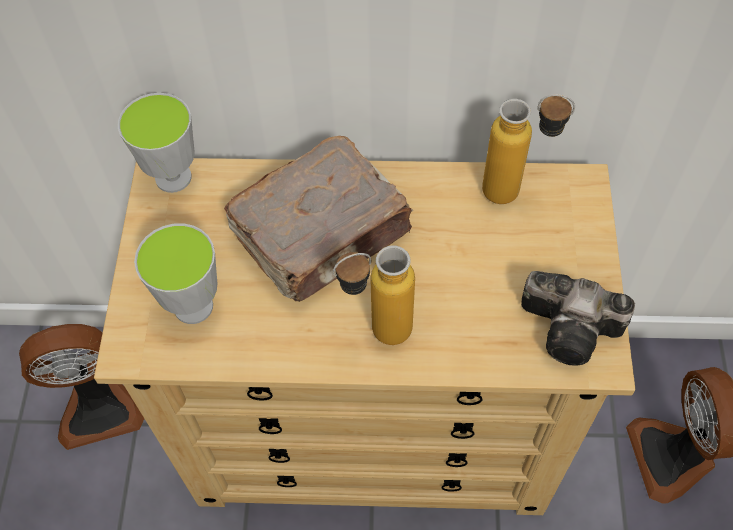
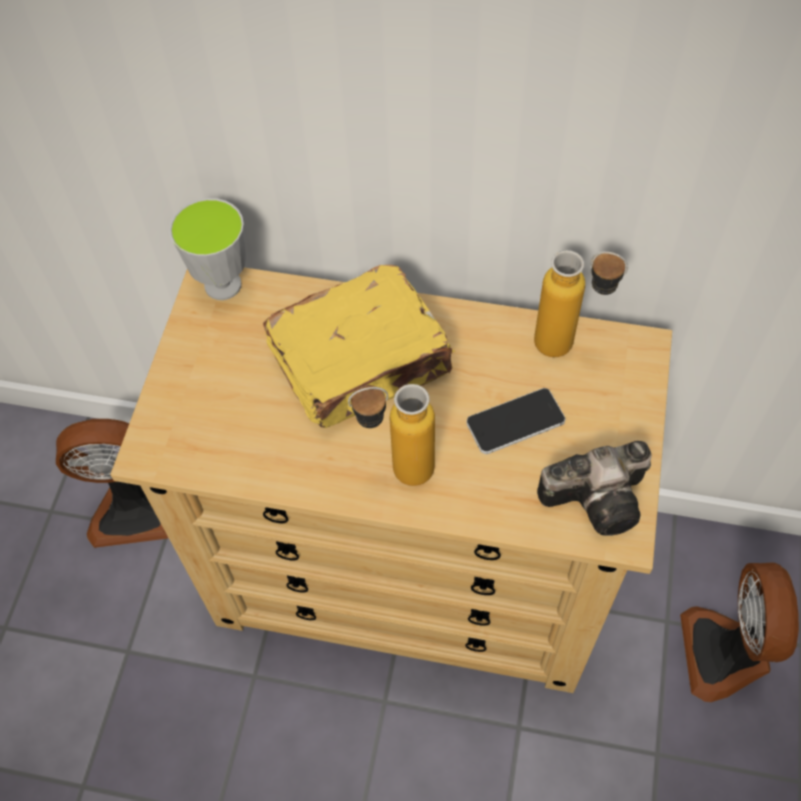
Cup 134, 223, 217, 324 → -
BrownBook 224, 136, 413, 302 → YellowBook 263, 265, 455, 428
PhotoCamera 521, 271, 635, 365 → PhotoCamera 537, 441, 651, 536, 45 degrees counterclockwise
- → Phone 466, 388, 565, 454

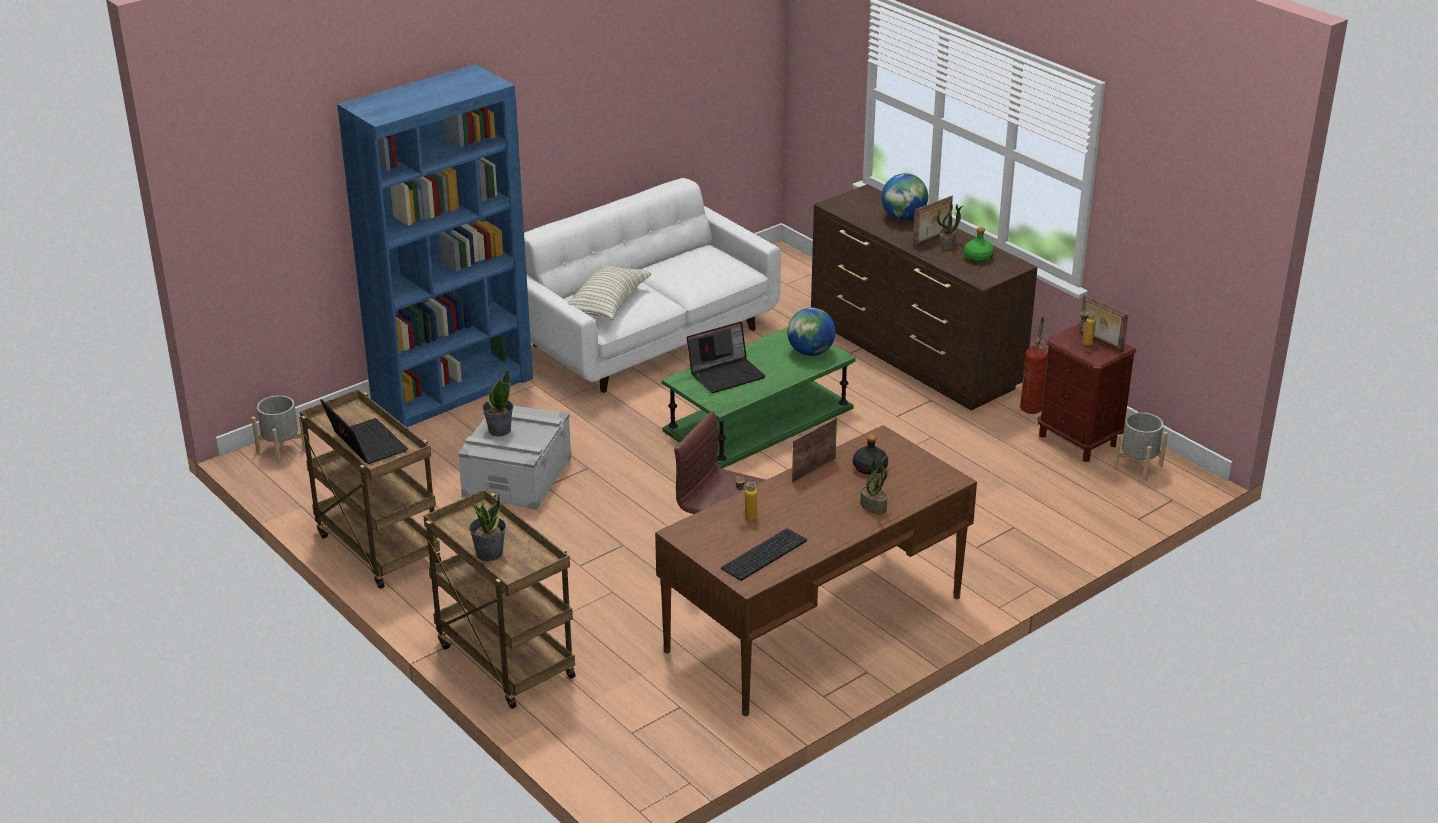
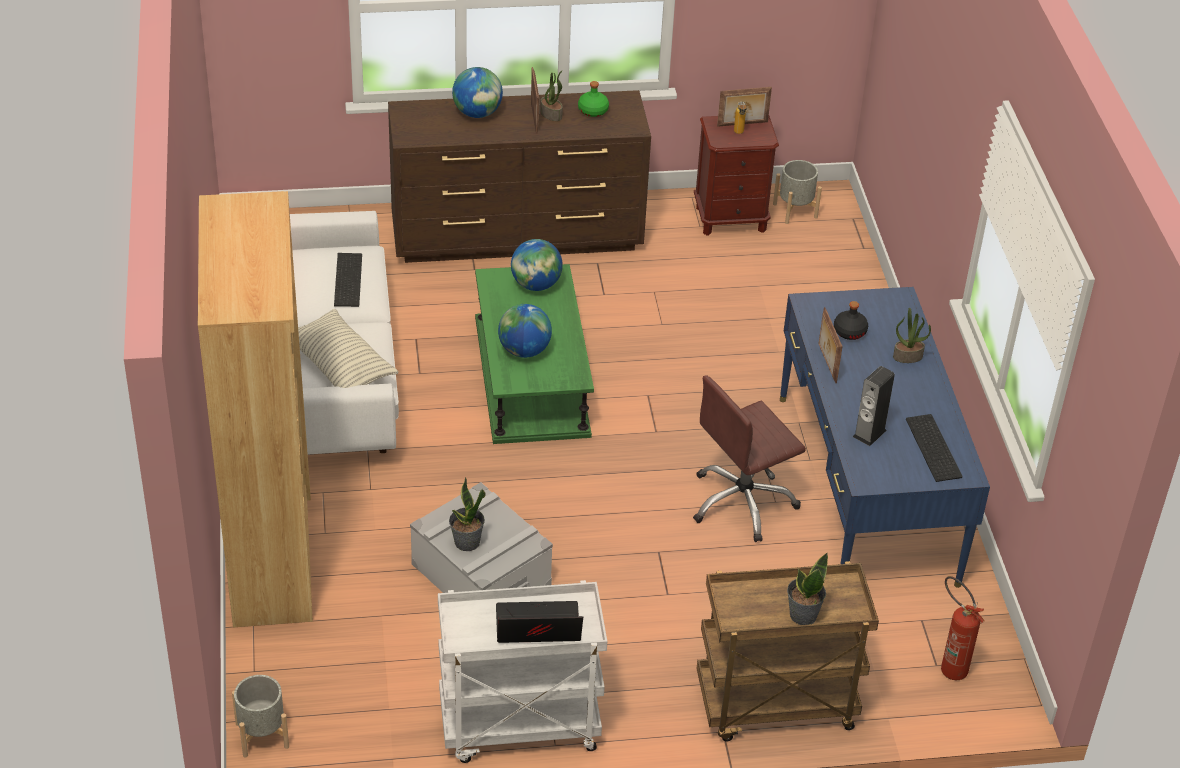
BrownCart 300, 389, 441, 589 → WhiteCart 438, 580, 607, 763
BlueBookcase 337, 64, 533, 427 → BrownBookcase 198, 191, 313, 628
BrownDesk 655, 425, 977, 716 → BlueDesk 780, 287, 990, 588
Laptop 687, 322, 766, 393 → Globe 498, 304, 552, 358
Bottle 735, 476, 757, 521 → Speaker 853, 366, 895, 446
FireExtinguisher 1020, 317, 1048, 414 → FireExtinguisher 941, 576, 985, 680, shifted
- → Keyboard 334, 253, 362, 307

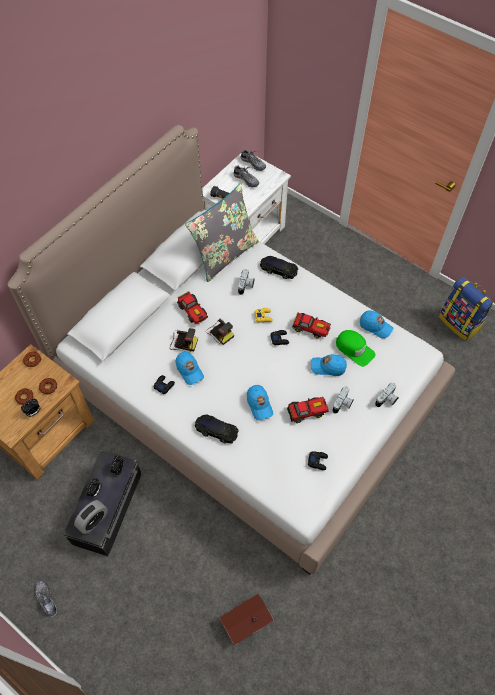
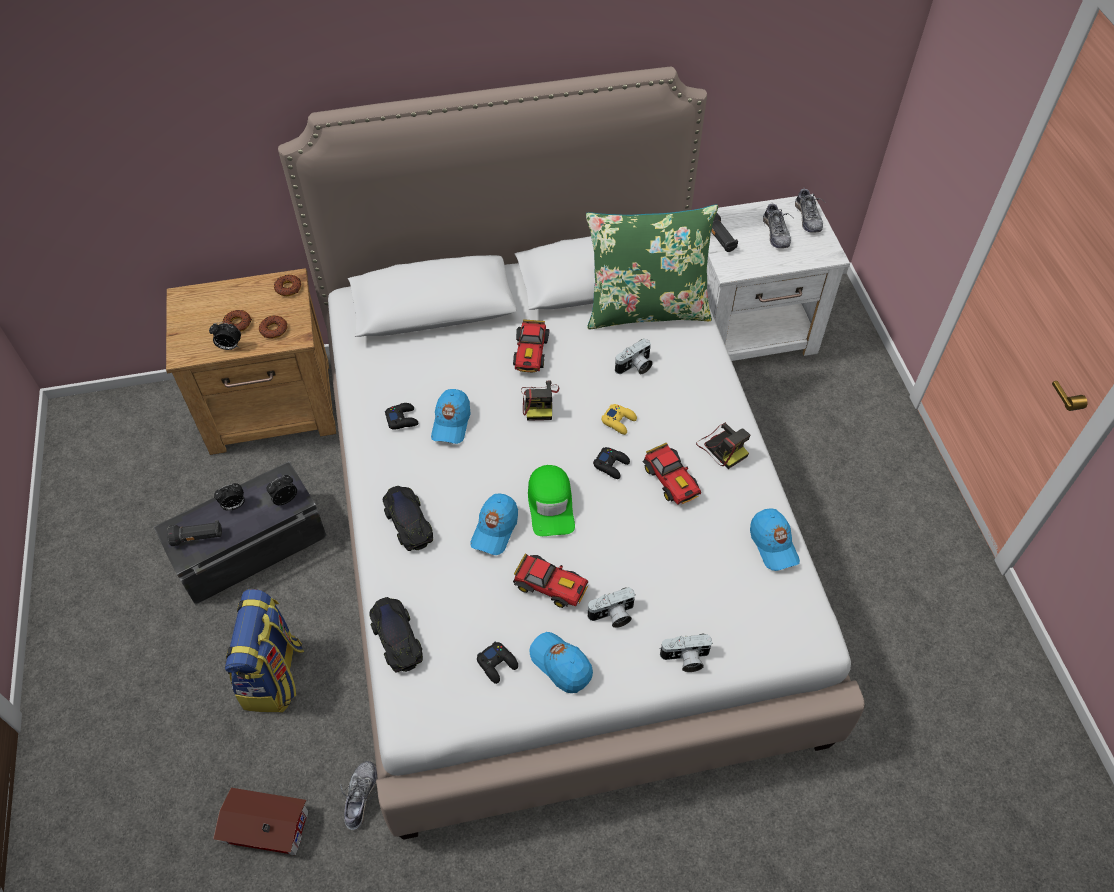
Shoe 33, 580, 58, 617 → Shoe 340, 761, 377, 830, shifted
AlarmClock 74, 500, 108, 534 → BlackFlashlight 167, 520, 222, 546
PhotoCamera 170, 328, 198, 352 → PhotoCamera 696, 422, 750, 469, shifted
GreyPillow 185, 183, 259, 282 → GreenPillow 586, 205, 718, 329
BlackToyCar 260, 256, 298, 279 → BlackToyCar 369, 597, 423, 673, shifted
BlueCap 311, 354, 347, 376 → BlueCap 530, 632, 593, 693, shifted
GreenCap 336, 330, 376, 367 → GreenCap 528, 465, 575, 536, shifted
Backpack 439, 277, 493, 341 → Backpack 225, 589, 305, 713, shifted

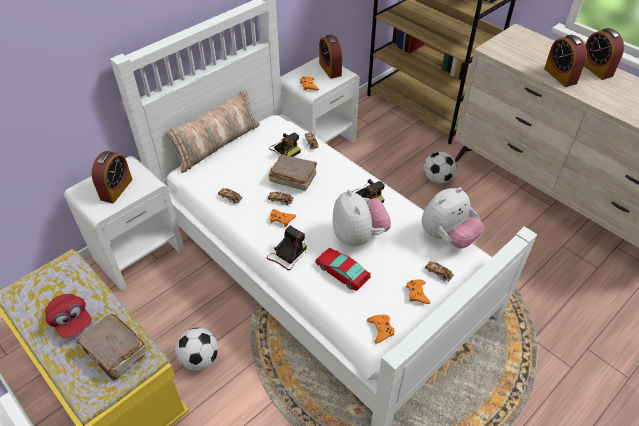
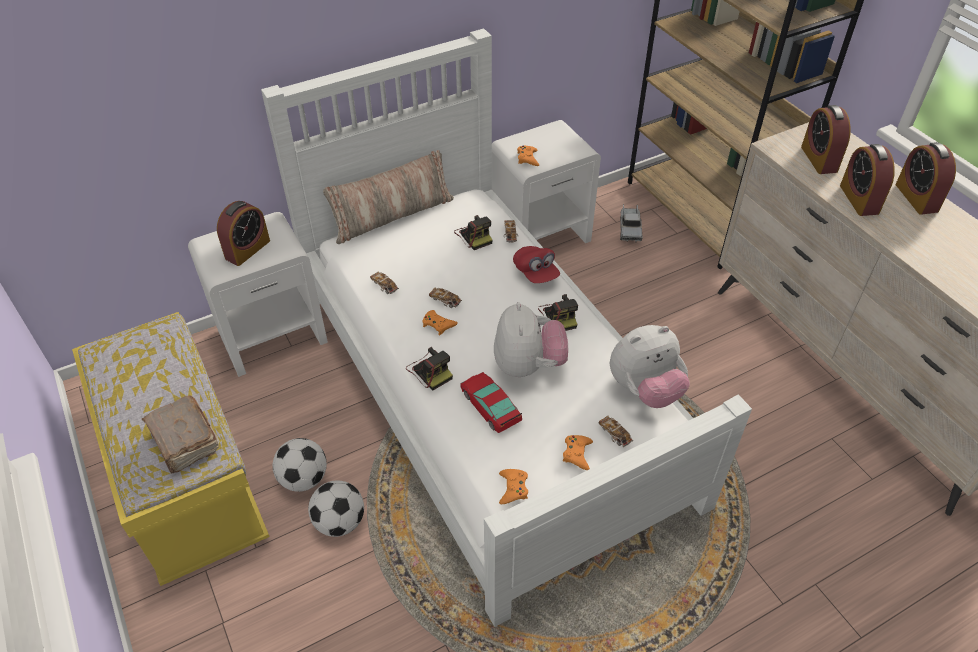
RedCap 45, 294, 92, 338 → RedCap 513, 246, 560, 283, shifted
PhotoCamera 267, 226, 307, 270 → PhotoCamera 406, 347, 453, 390, 90 degrees clockwise
BrownBook 269, 154, 317, 191 → -
AlarmClock 319, 35, 342, 79 → AlarmClock 801, 105, 851, 174, shifted
Football 424, 151, 456, 184 → Football 308, 481, 364, 537, shifted
- → ToyTruck 620, 204, 643, 242

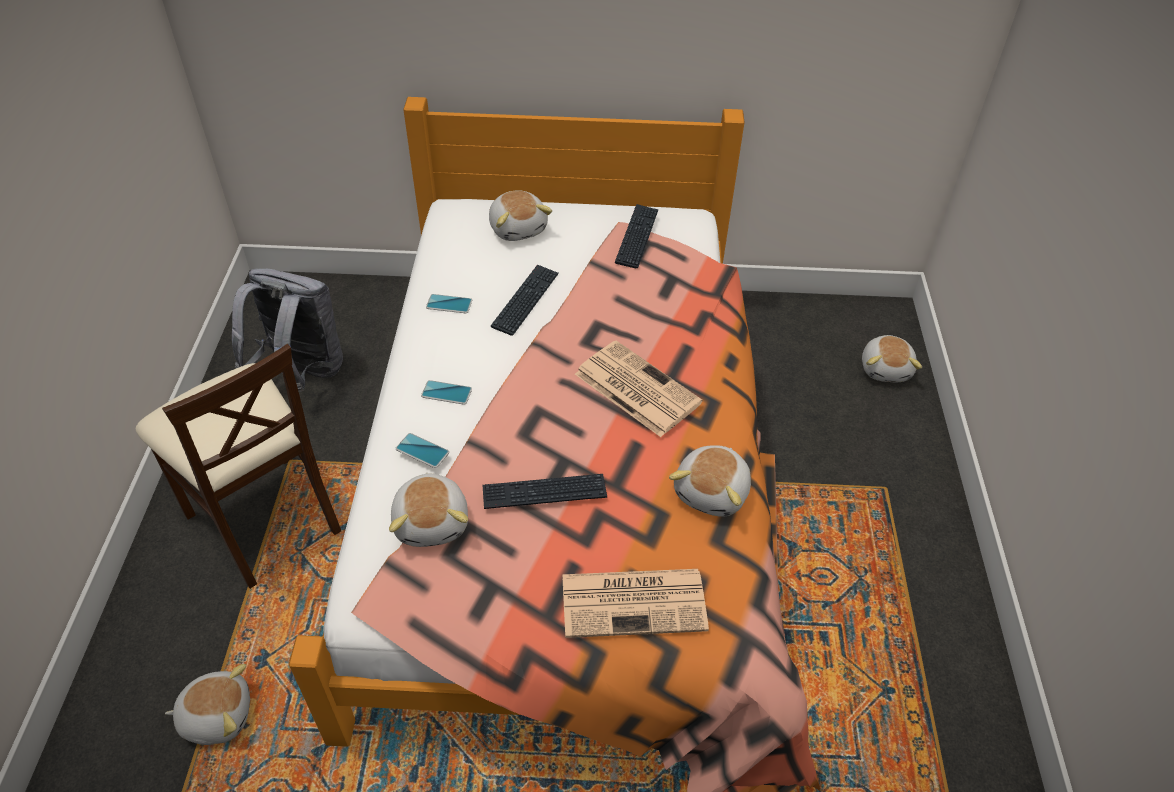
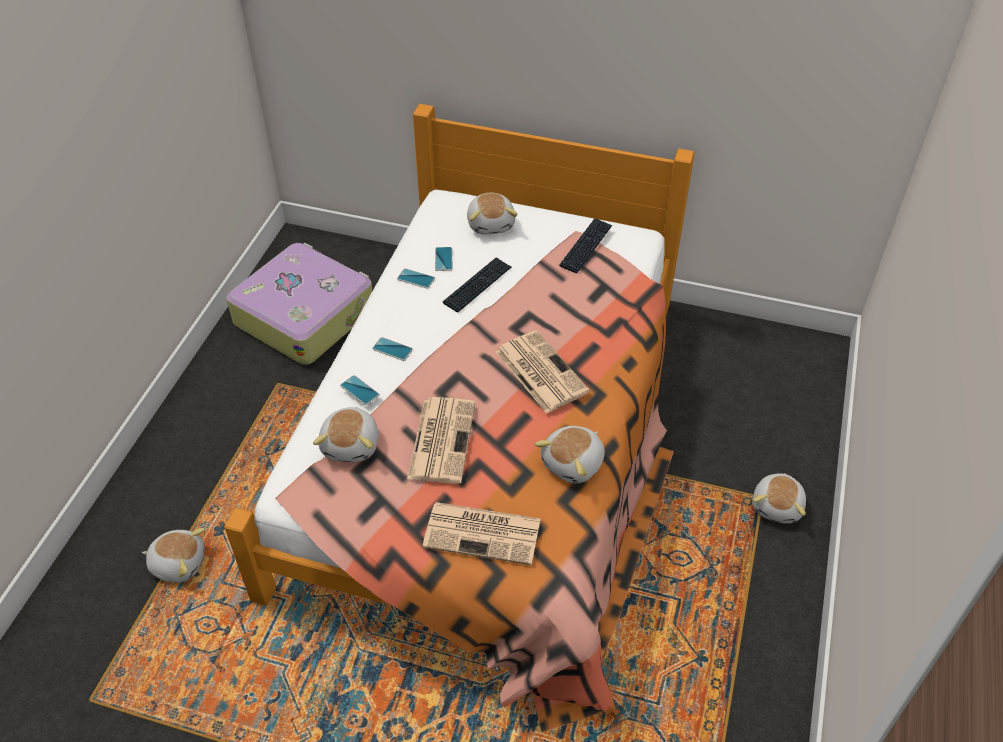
BeigeChair 136, 344, 341, 589 → -
GreyBackpack 232, 269, 343, 392 → Suitcase 226, 243, 373, 365
Keyboard 482, 474, 607, 509 → Newspaper 407, 397, 475, 484
PlushToy 862, 335, 922, 382 → PlushToy 753, 473, 806, 524, shifted
- → Phone 435, 247, 453, 271

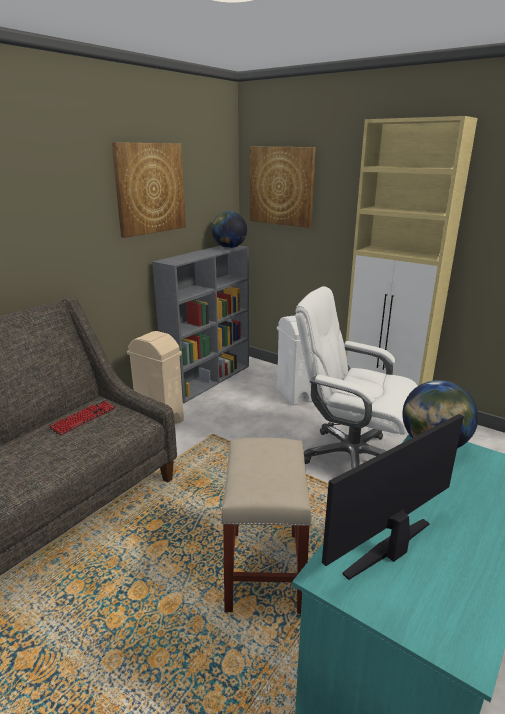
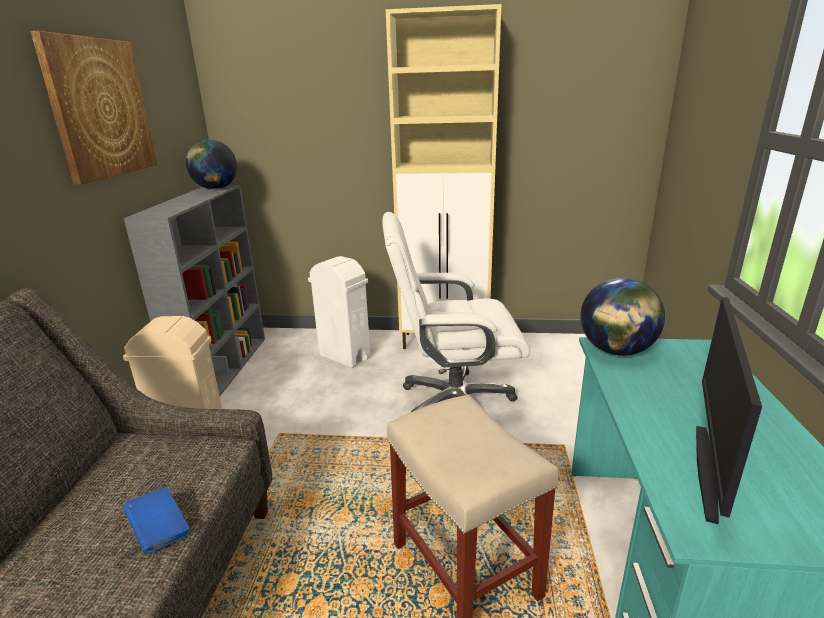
Keyboard 48, 401, 115, 436 → -
Picture 250, 147, 316, 228 → -
- → BlueBook 123, 487, 189, 554

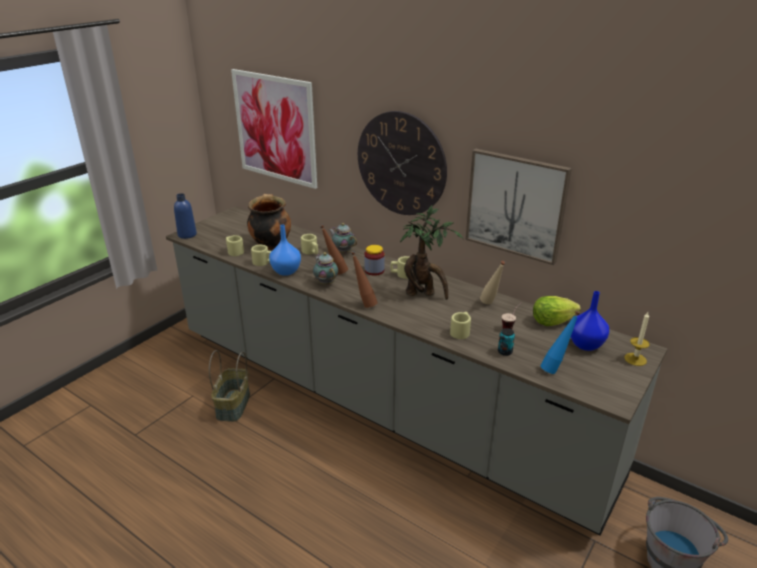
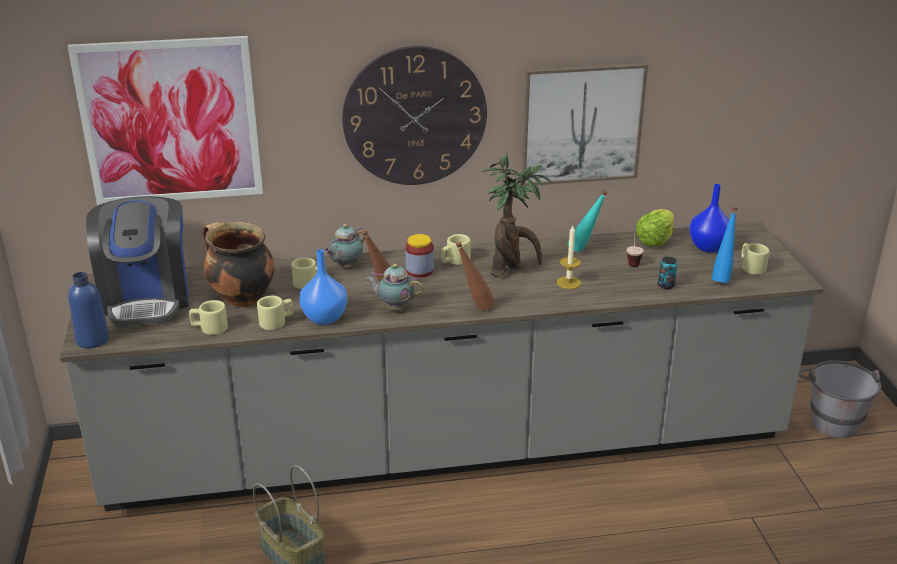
Teapot 329, 223, 357, 253 → Teapot 324, 224, 365, 268, 45 degrees counterclockwise
BeigeMug 450, 312, 471, 339 → BeigeMug 741, 243, 769, 275, shifted
BeigeBottle 480, 261, 505, 304 → TurquoiseBottle 568, 190, 608, 252
Candle 624, 312, 650, 366 → Candle 557, 226, 581, 289, shifted
- → CoffeeMachine 86, 196, 189, 326

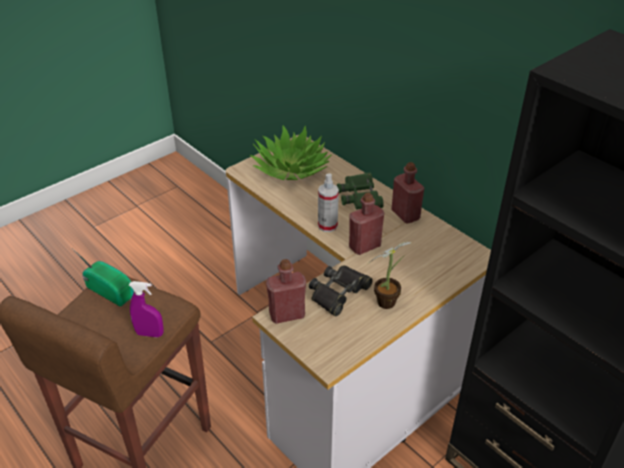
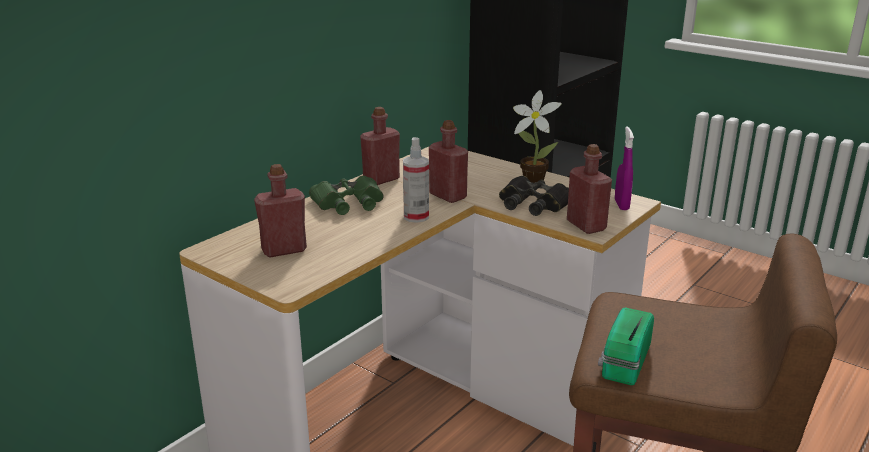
PurpleSprayBottle 129, 281, 164, 337 → PurpleSprayBottle 615, 126, 634, 210, shifted
PottedPlant 250, 125, 332, 180 → RedBottle 254, 164, 307, 257

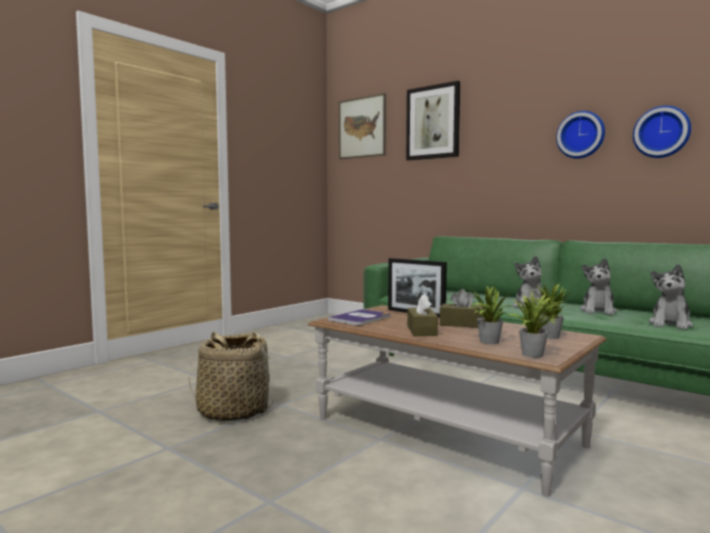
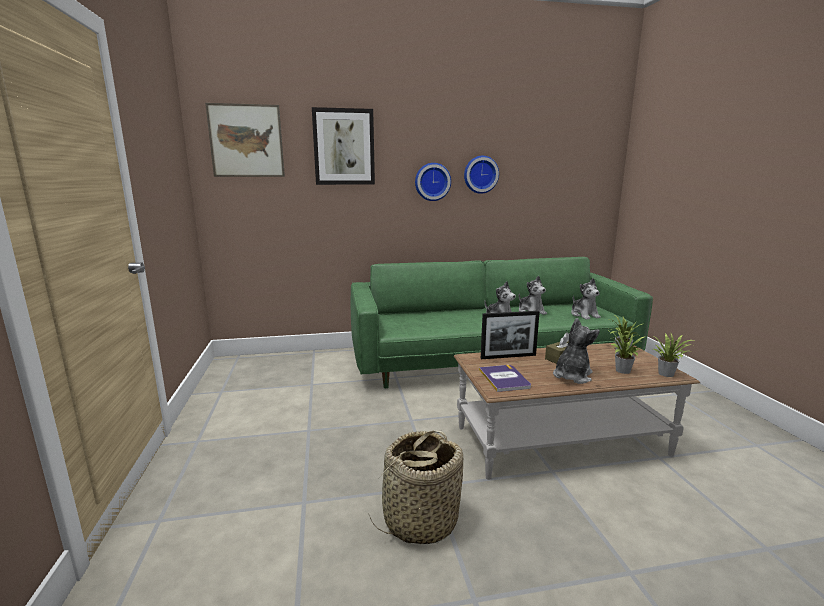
BrownTissueBox 407, 293, 438, 336 → PlushToy 553, 318, 600, 384
WallClock 633, 106, 691, 158 → WallClock 415, 163, 451, 201, shifted

